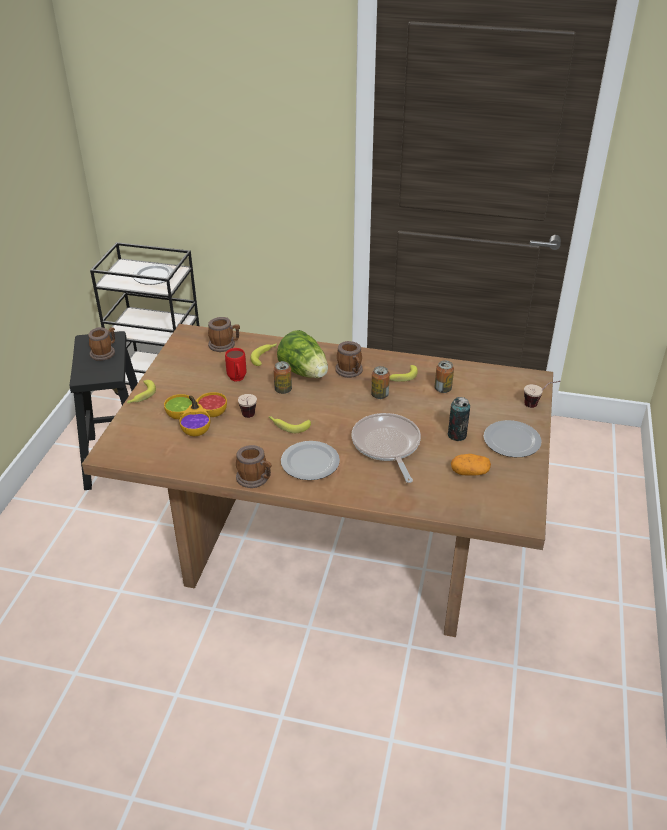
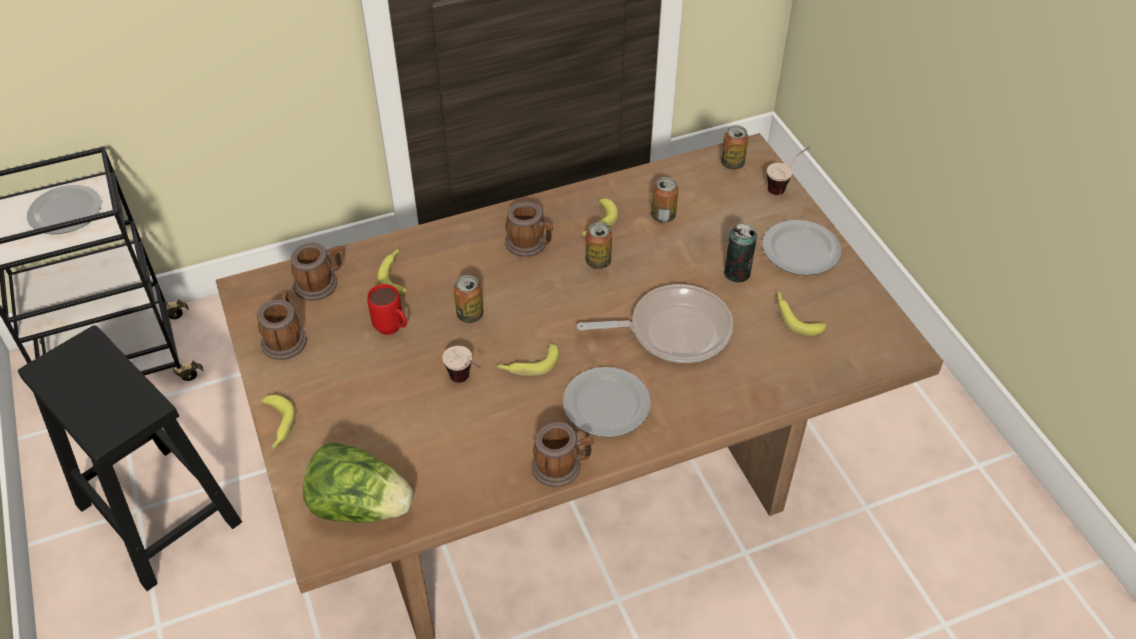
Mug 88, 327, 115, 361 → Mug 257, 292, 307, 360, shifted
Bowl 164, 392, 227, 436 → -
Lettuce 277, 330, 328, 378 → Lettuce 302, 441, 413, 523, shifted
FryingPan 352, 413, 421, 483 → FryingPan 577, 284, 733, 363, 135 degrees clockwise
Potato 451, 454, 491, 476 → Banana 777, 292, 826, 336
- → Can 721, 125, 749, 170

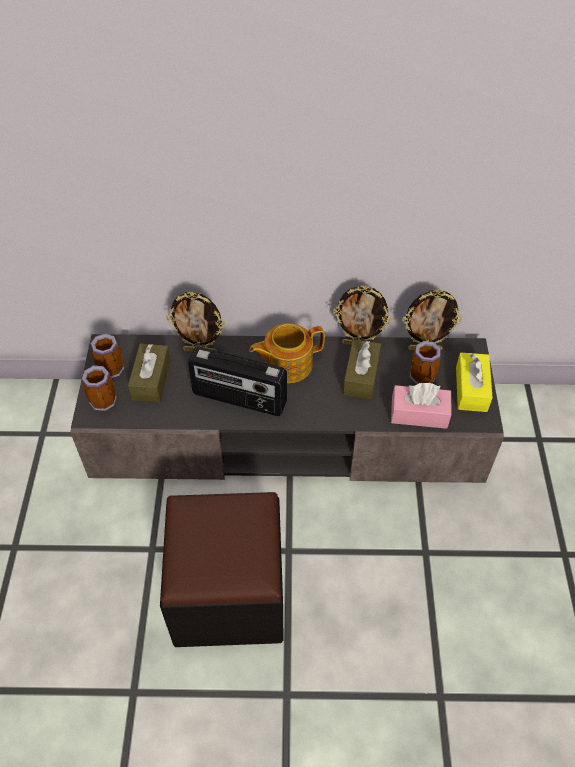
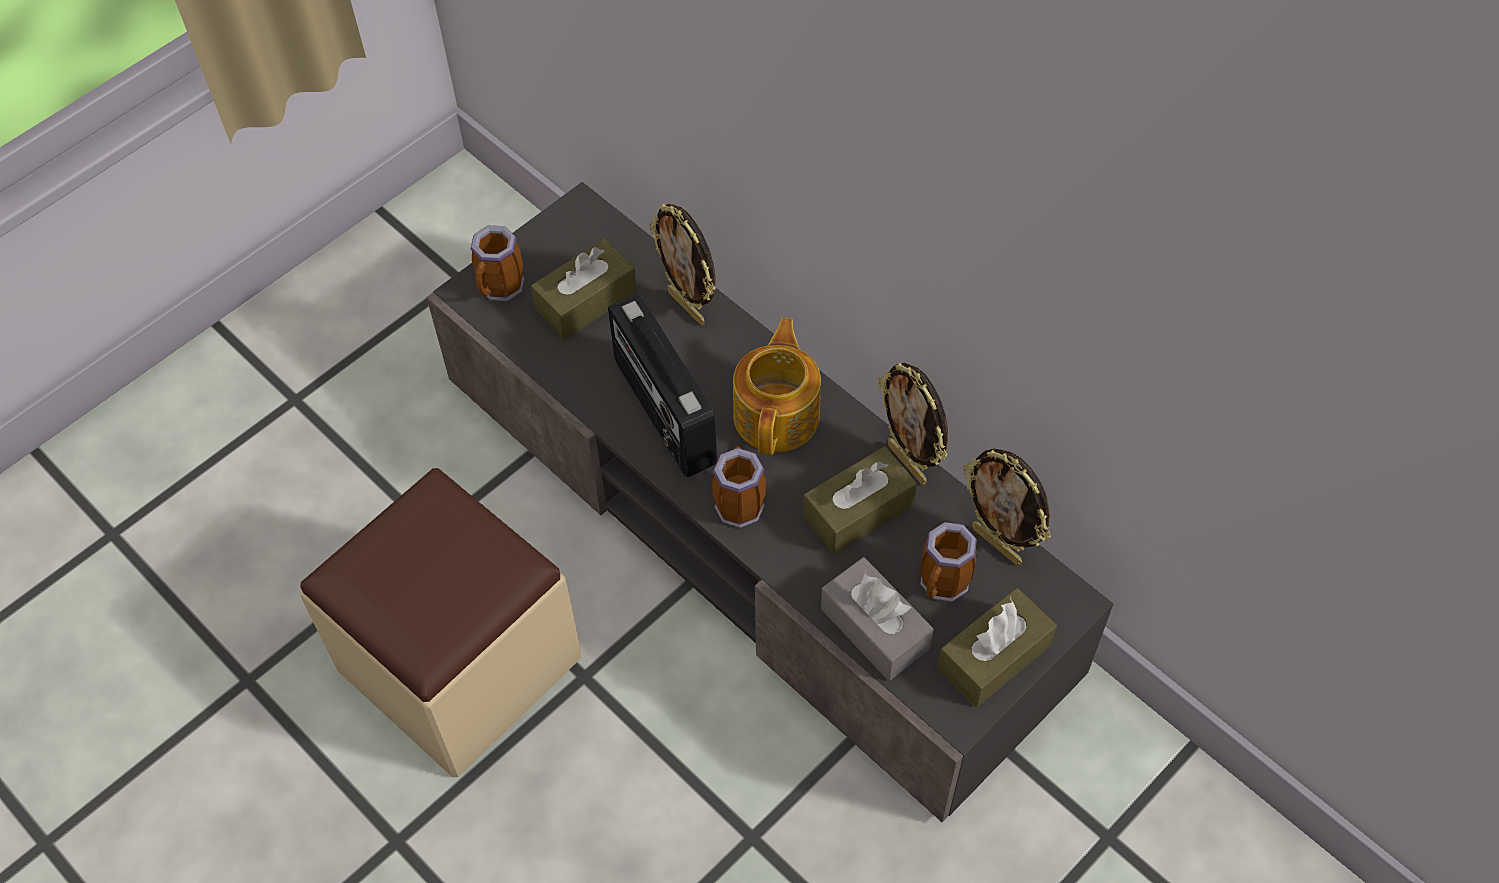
Mug 90, 333, 124, 378 → Mug 712, 446, 766, 528, shifted
BlackOttoman 160, 492, 284, 647 → BeigeOttoman 300, 468, 581, 777
Teapot 250, 323, 325, 383 → Teapot 733, 318, 821, 455, 75 degrees clockwise
PinkTissueBox 391, 383, 452, 429 → GreyTissueBox 821, 557, 934, 681
YellowTissueBox 456, 352, 493, 412 → BrownTissueBox 937, 588, 1057, 707

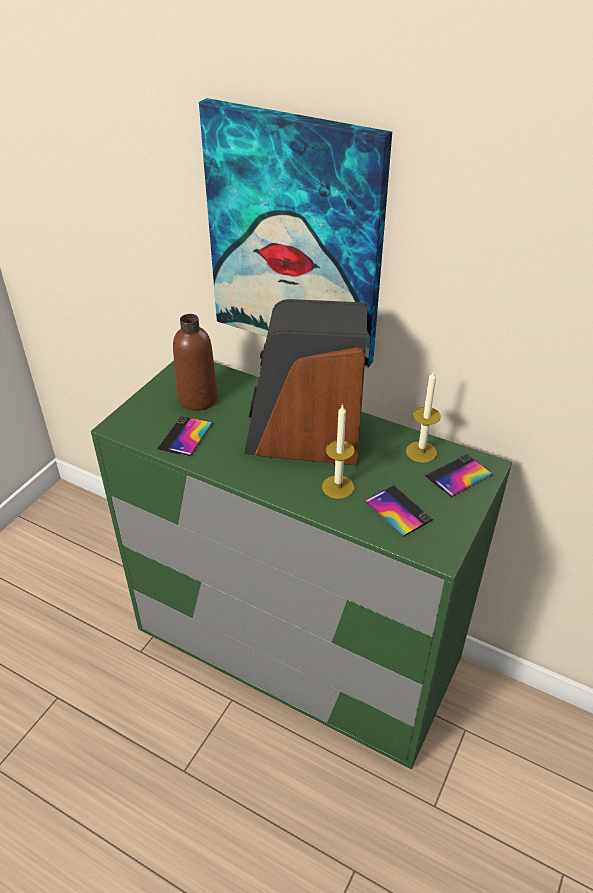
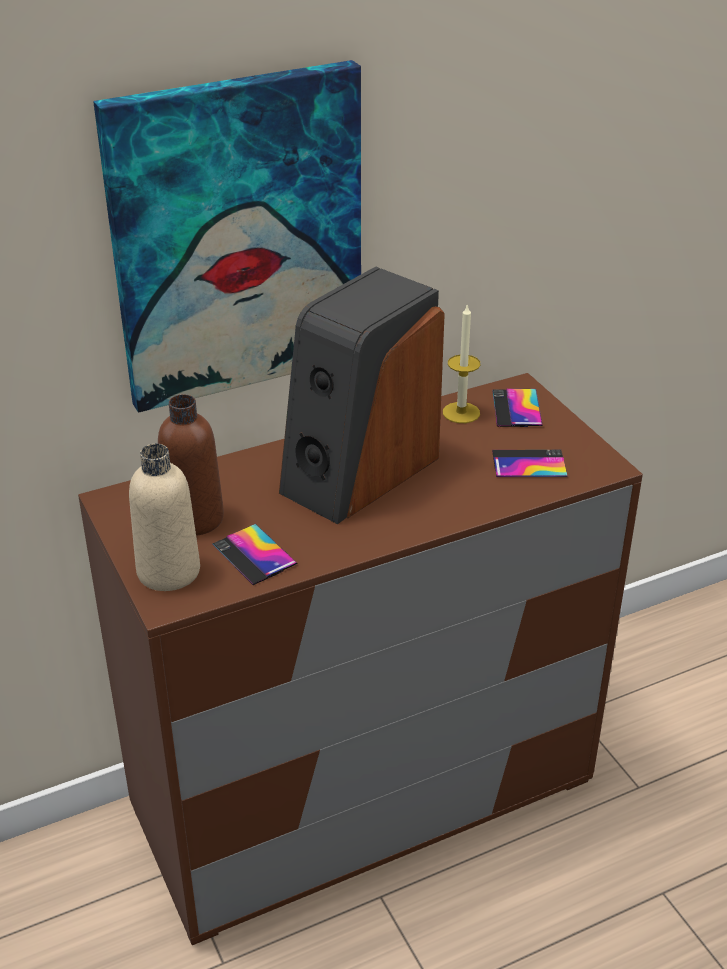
GreenDresser 91, 361, 512, 769 → BrownDresser 78, 373, 643, 945
Candle 322, 404, 355, 499 → -
- → BeigeBottle 129, 444, 200, 591

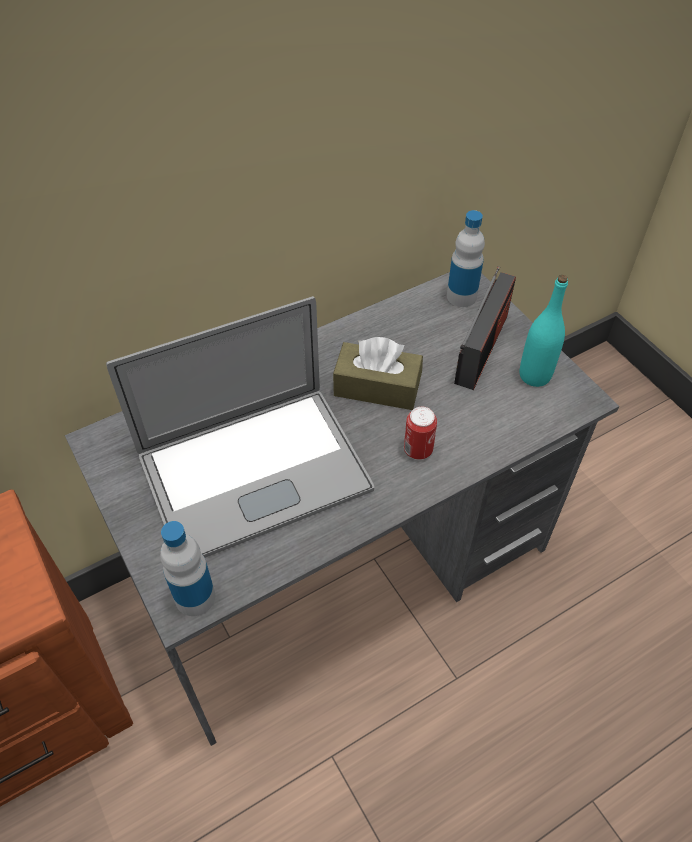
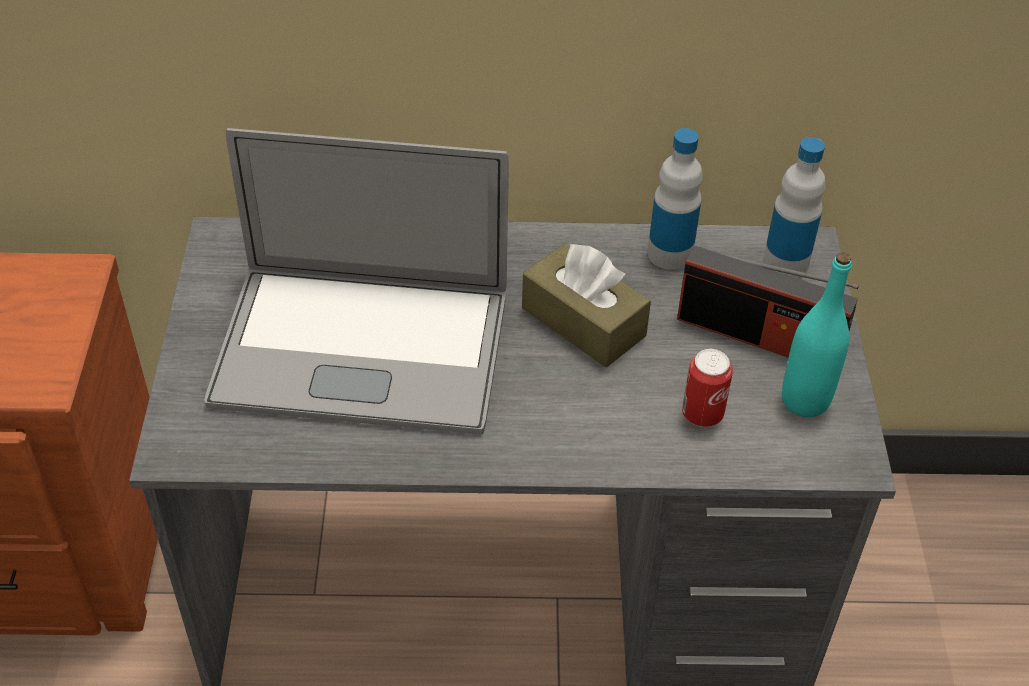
Bottle 160, 521, 215, 616 → Bottle 648, 128, 703, 270, shifted
Can 404, 407, 437, 460 → Can 682, 349, 733, 427, shifted
Radio 454, 266, 516, 390 → Radio 677, 245, 859, 358, 60 degrees clockwise

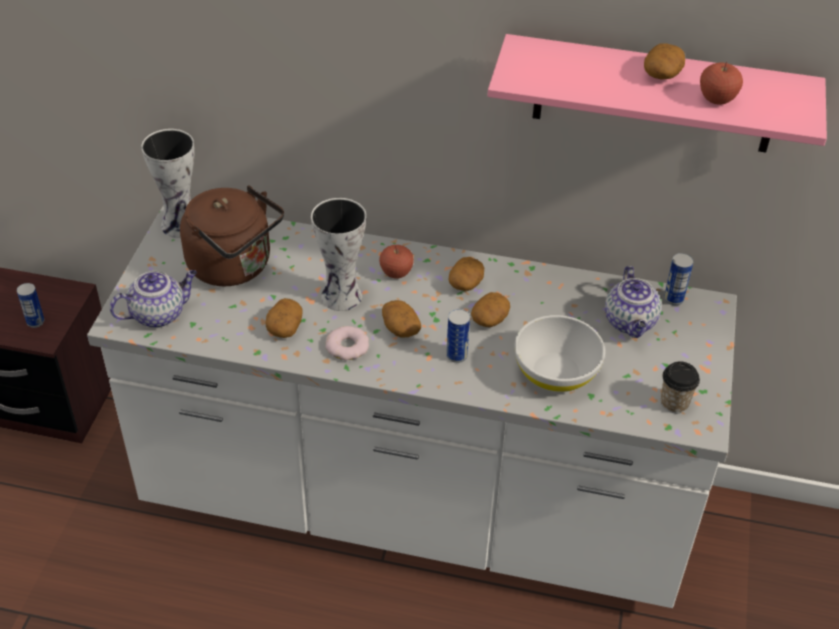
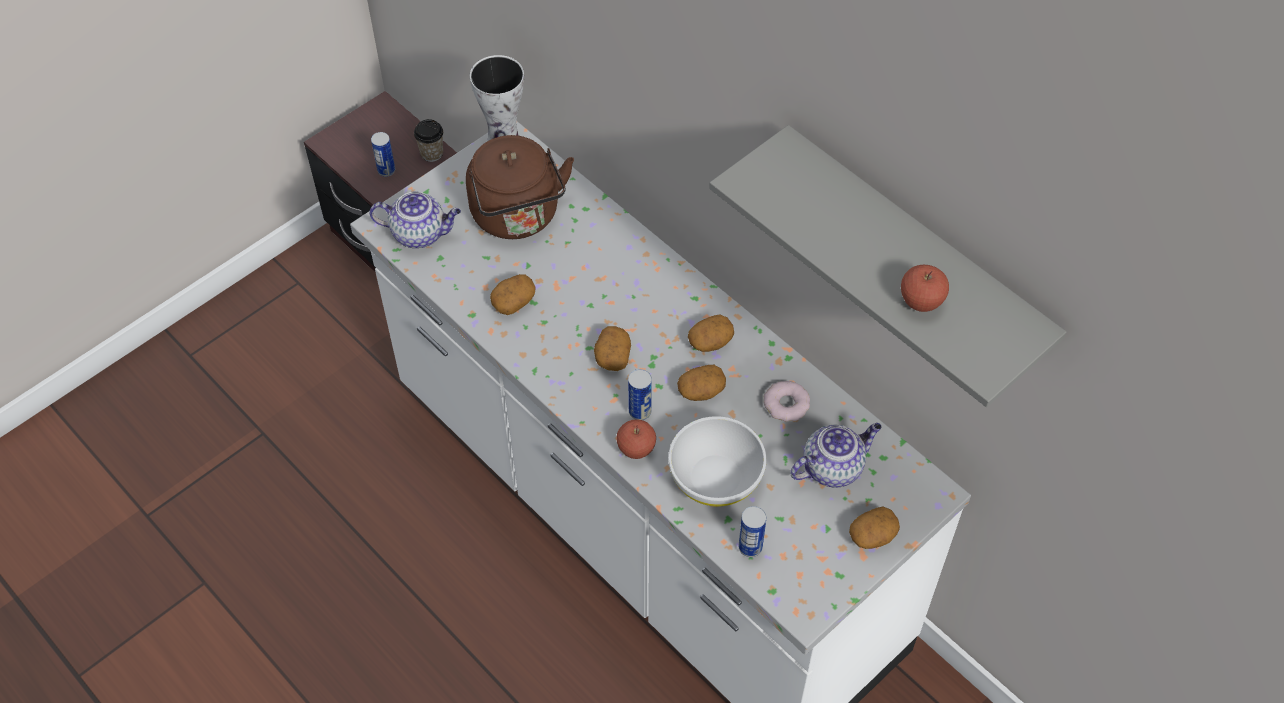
Vase 311, 198, 366, 311 → -
Donut 325, 326, 369, 361 → Donut 763, 381, 810, 422, shifted
Apple 379, 245, 414, 279 → Apple 616, 419, 656, 459, shifted
PinkShelf 487, 34, 827, 153 → GreyShelf 709, 125, 1067, 407
Teapot 605, 266, 662, 338 → Teapot 790, 423, 882, 488, 150 degrees counterclockwise
Potato 644, 43, 685, 79 → Potato 849, 506, 900, 549, shifted
Cup 661, 361, 700, 413 → Cup 414, 119, 443, 162, shifted
Can 664, 253, 694, 305 → Can 738, 506, 767, 557, shifted

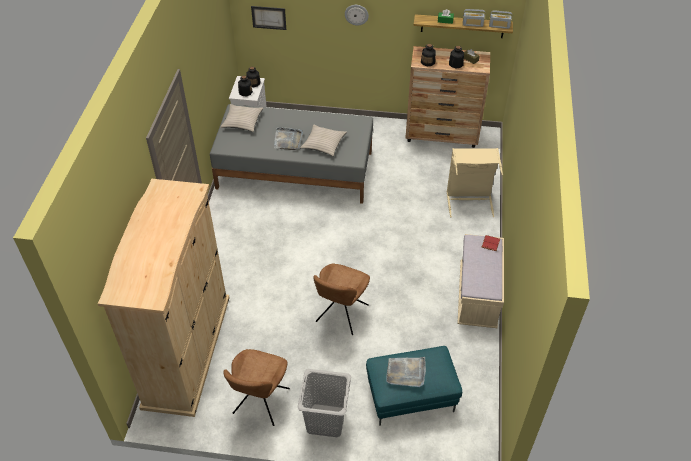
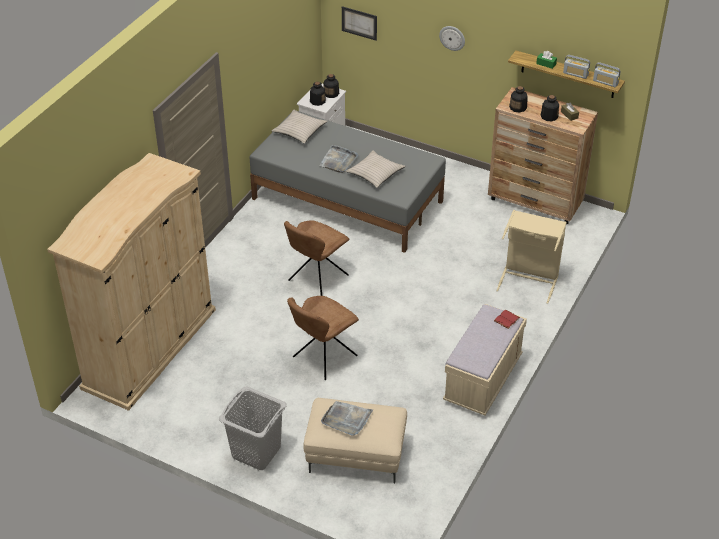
BrownChair 223, 349, 290, 426 → BrownChair 284, 220, 349, 296, shifted
TurquoiseOttoman 366, 346, 462, 426 → BeigeOttoman 303, 398, 407, 483

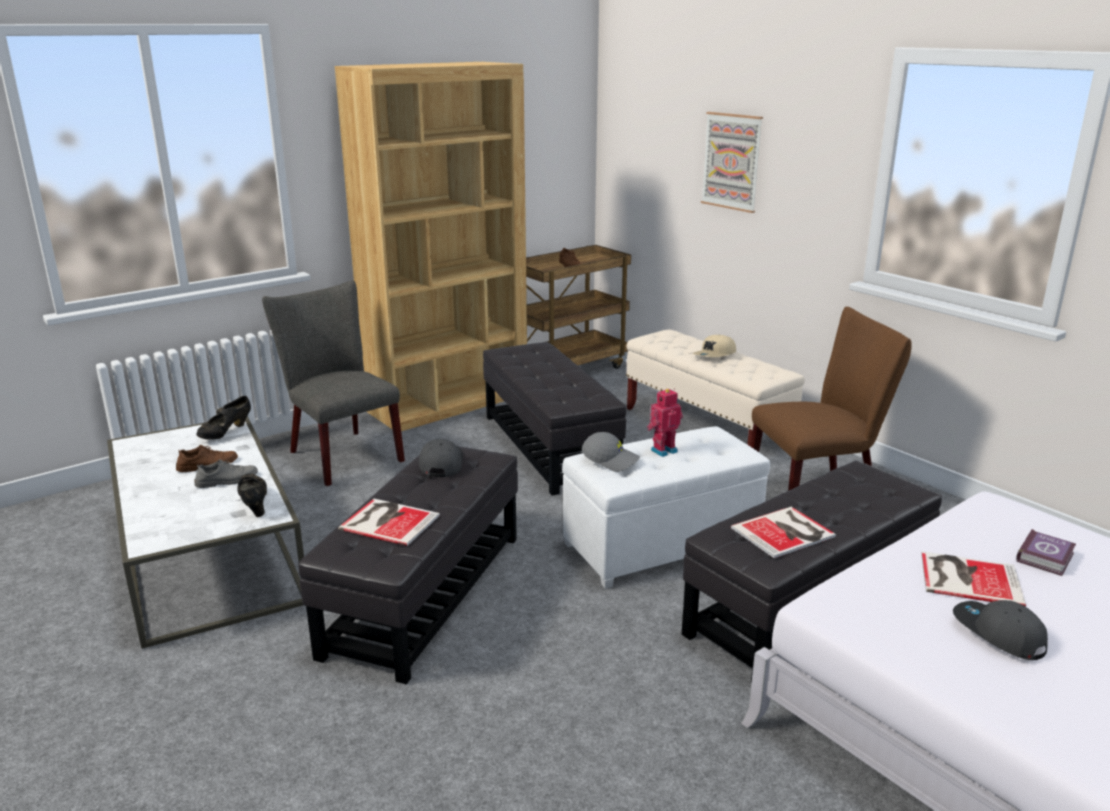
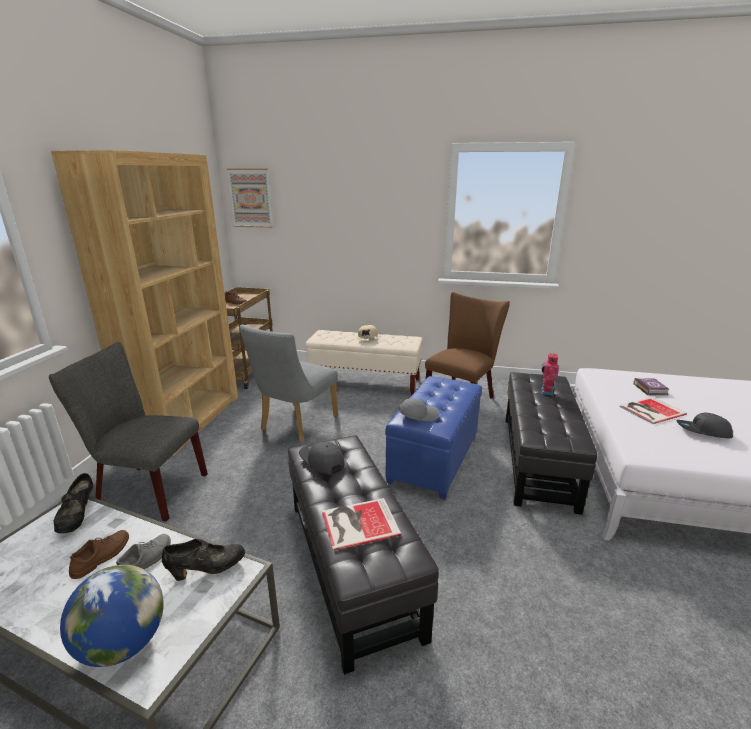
BlackShoe 237, 473, 267, 517 → BlackShoe 162, 539, 245, 581, 135 degrees clockwise
BlackOttoman 483, 342, 626, 496 → GreyChair 239, 325, 338, 443
WhiteOttoman 562, 426, 770, 589 → BlueOttoman 385, 376, 482, 500
ToyRobot 647, 388, 683, 457 → ToyRobot 541, 352, 559, 396, shifted
Picture 701, 112, 763, 213 → Picture 227, 169, 273, 228, shifted
Book 731, 507, 836, 558 → -
- → Globe 60, 565, 164, 667

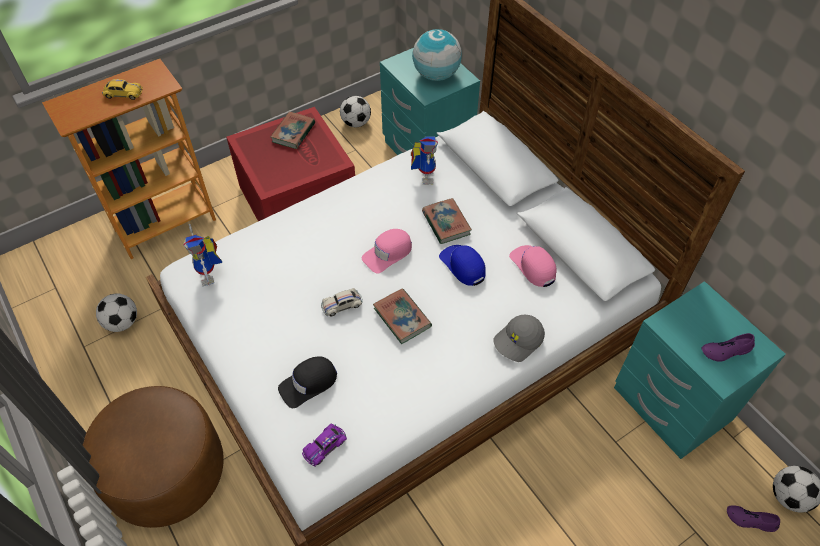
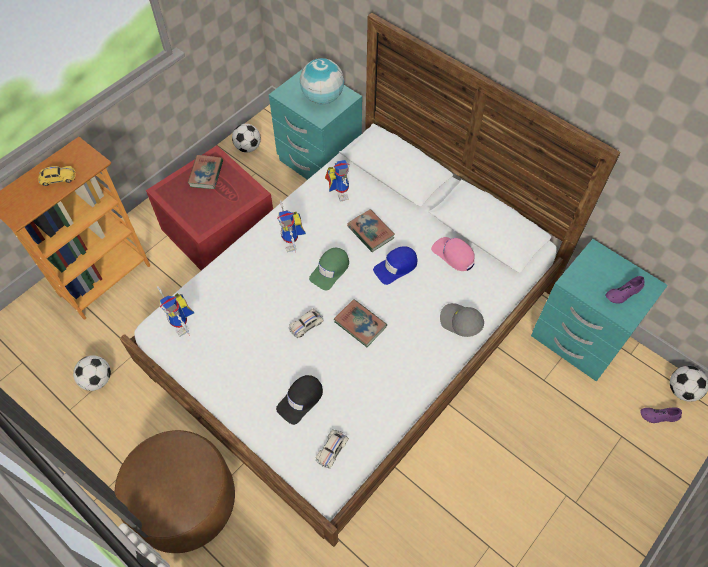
PurpleToyCar 302, 424, 347, 466 → WhiteToyCar 316, 429, 349, 469
PinkCap 362, 229, 412, 274 → GreenCap 309, 248, 349, 290
BlueCap 439, 245, 486, 286 → BlueCap 373, 246, 418, 285, 75 degrees counterclockwise
GreyCap 494, 314, 545, 362 → GreyCap 440, 303, 484, 337, 90 degrees clockwise
- → ToyRobot 277, 200, 306, 252

